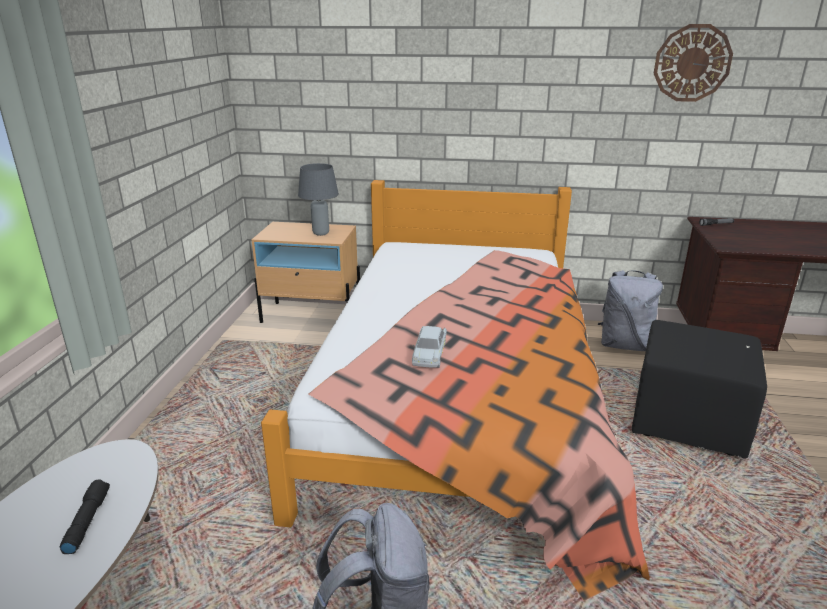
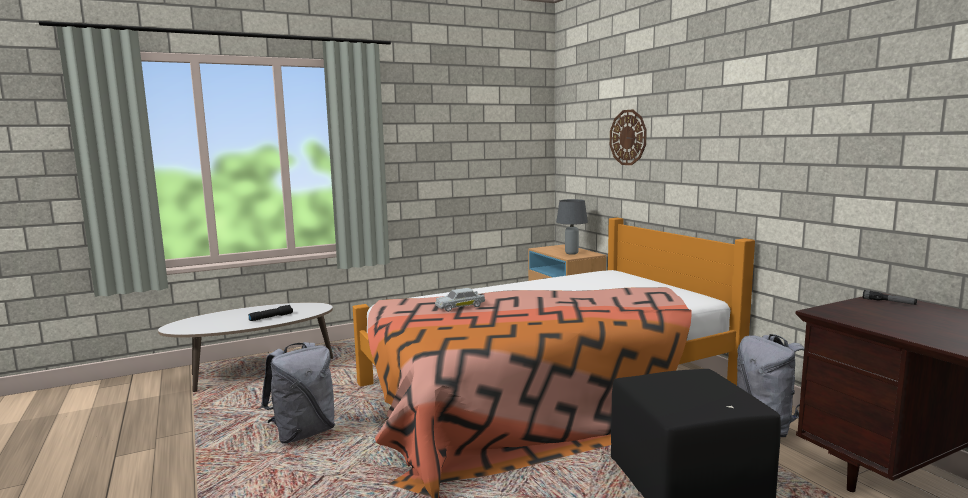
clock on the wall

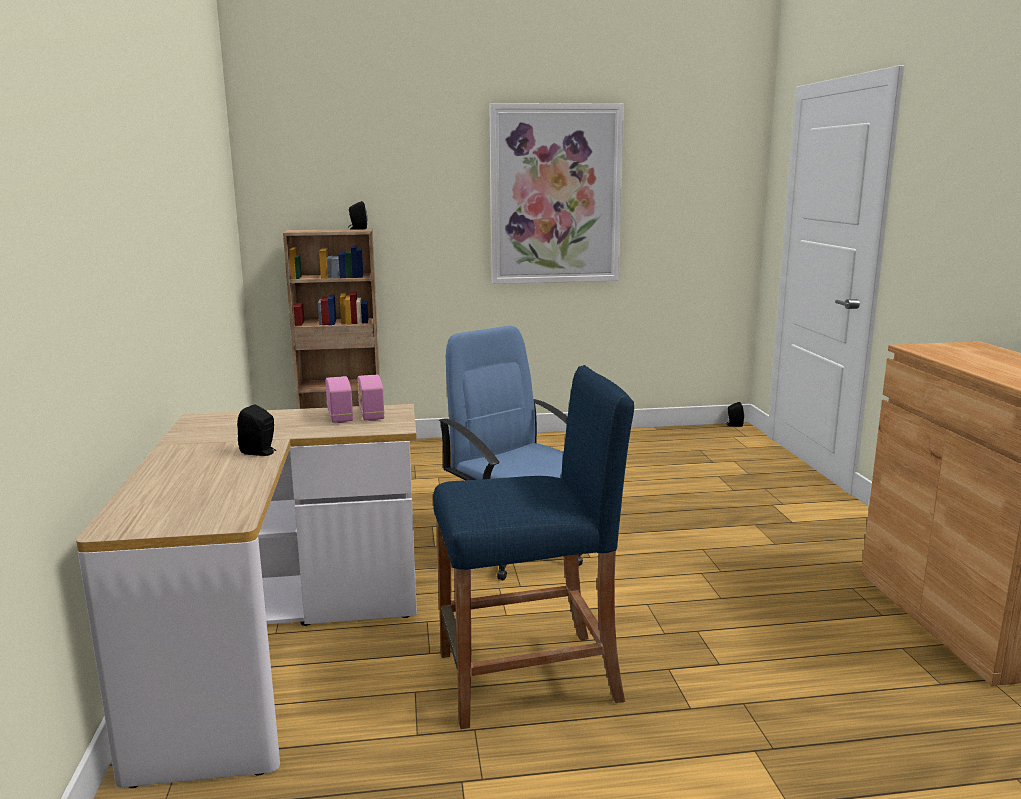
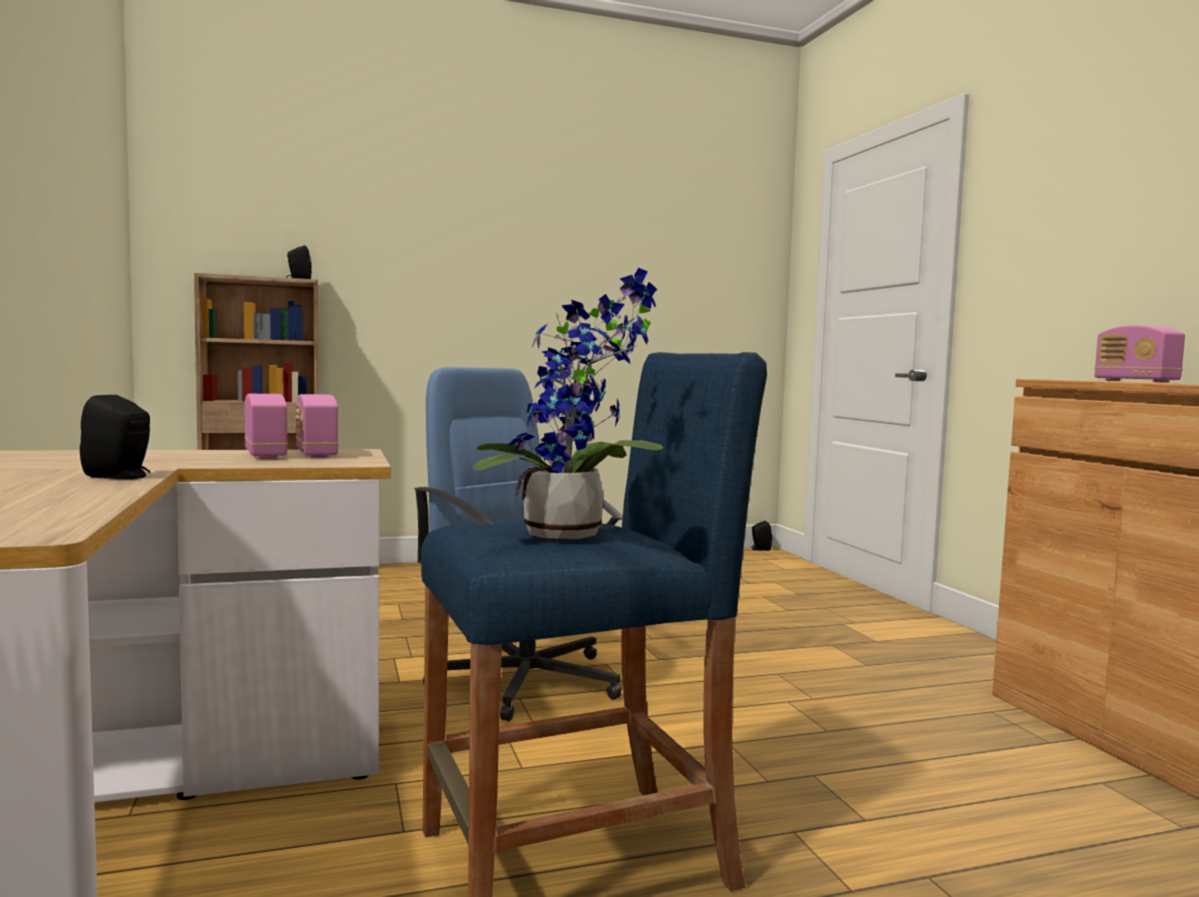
wall picture; houseplant; radio (3rd from left)

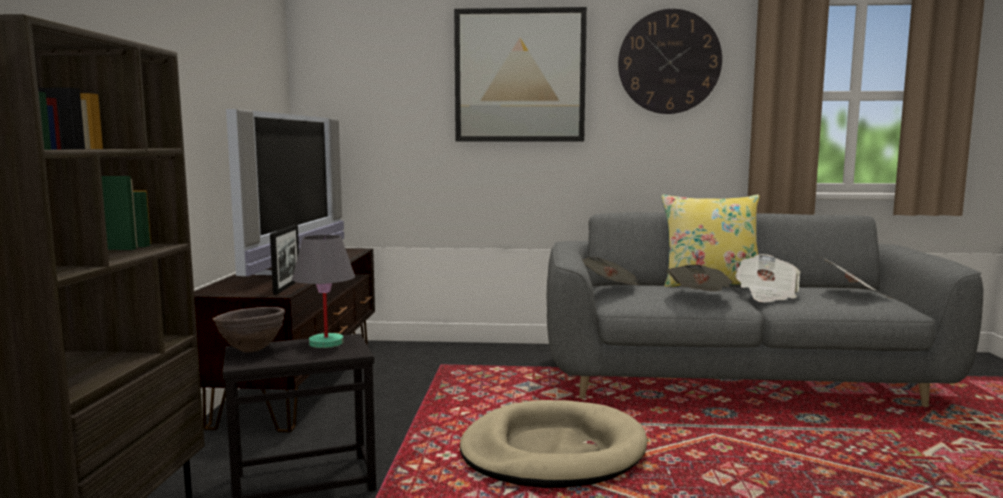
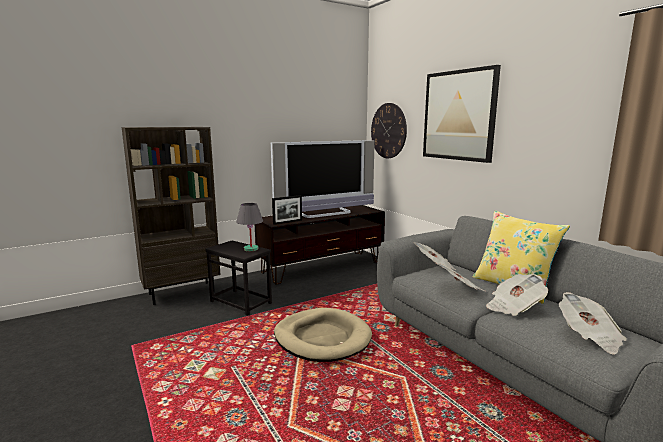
clock on the wall; bowl (brownish)

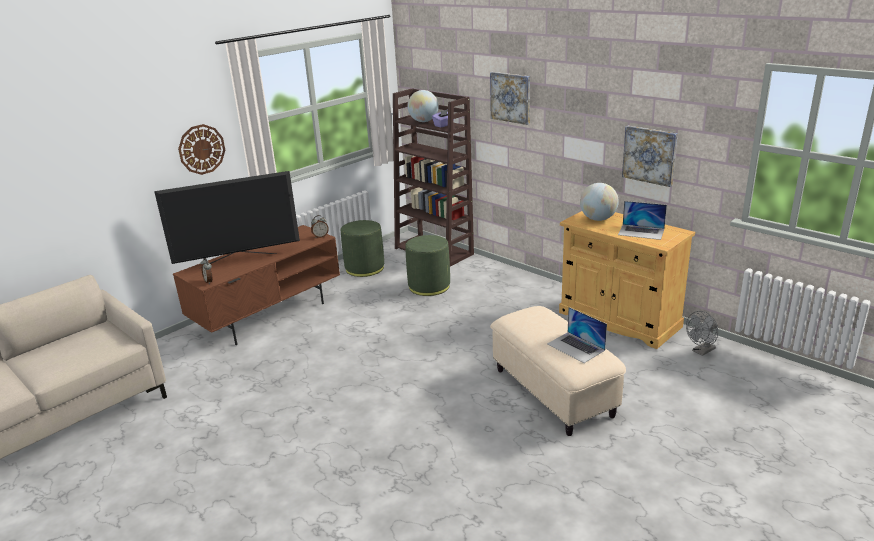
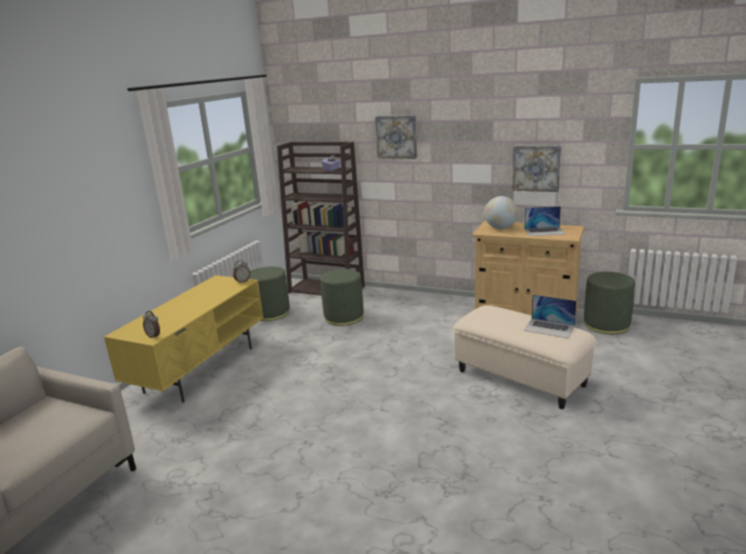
world globe (1st from left in the first image); clock on the wall; TV set; tv stand (yellowish); footrest (green) (3rd from left)

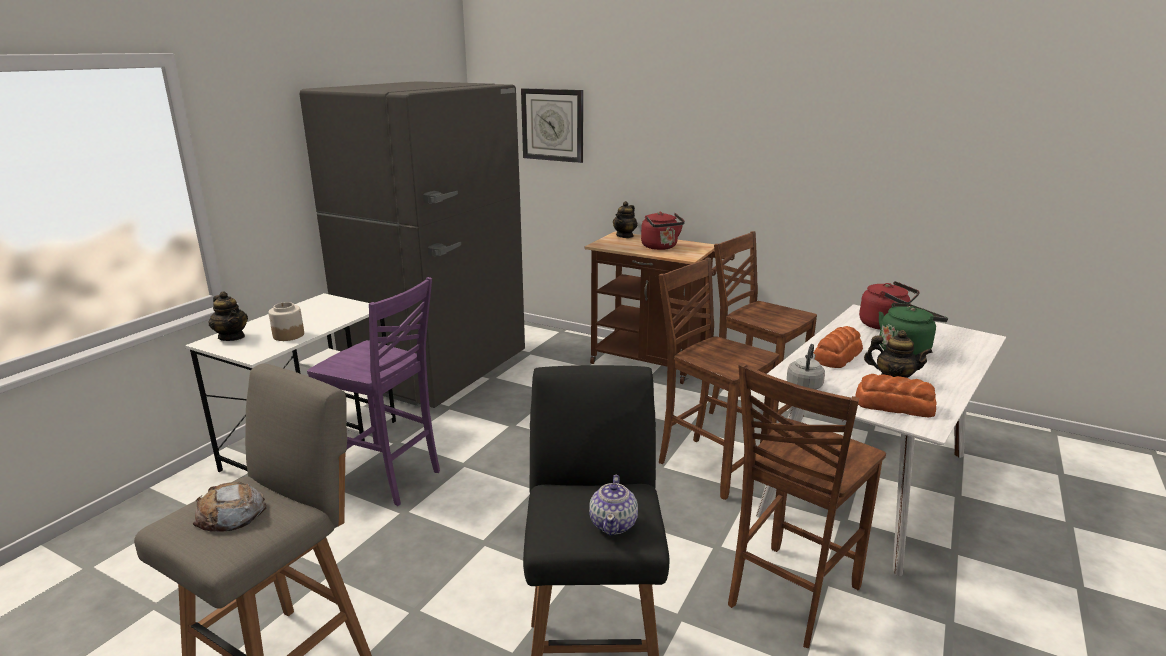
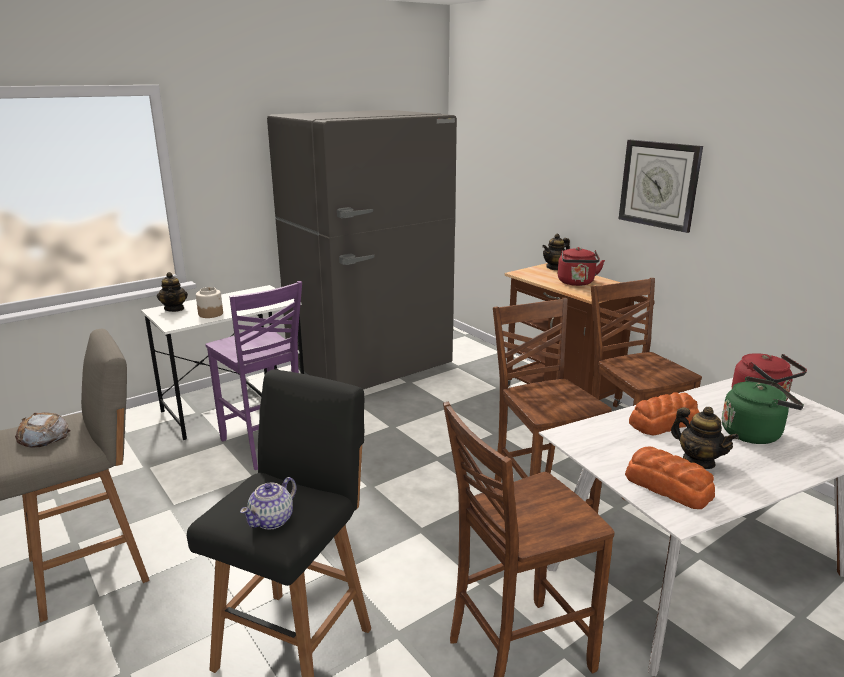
clock on the wall; kettle (grey)

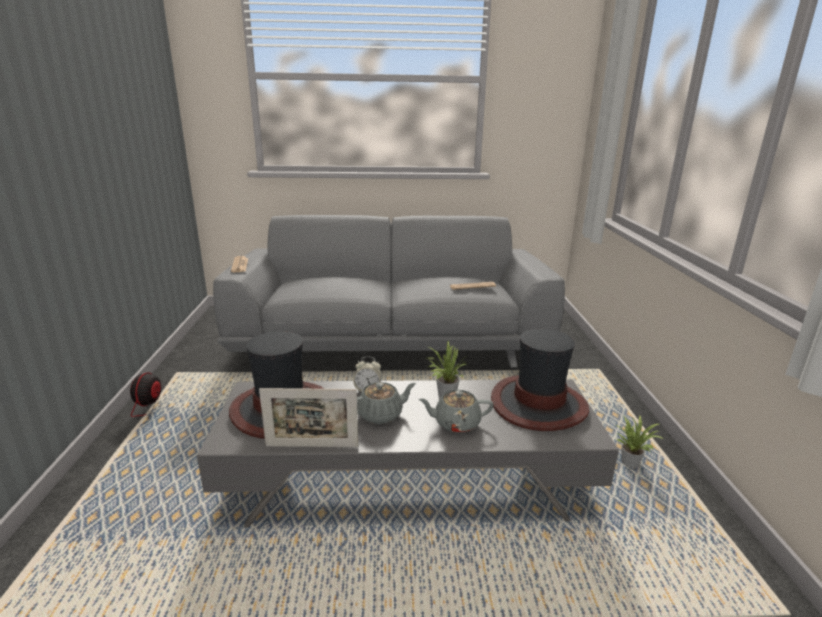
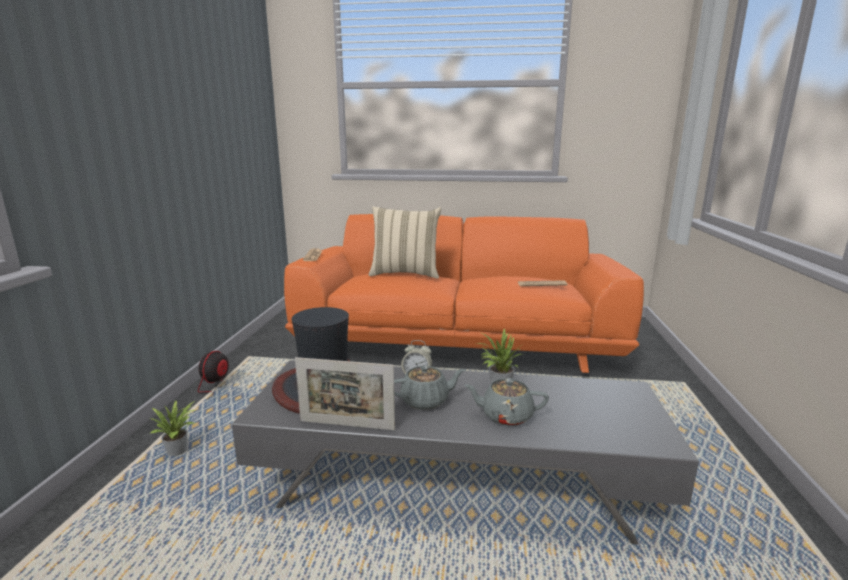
sofa (orangey); wearable hat (2nd from left in the first image); houseplant (1st from left); cushion (sand-coloured)

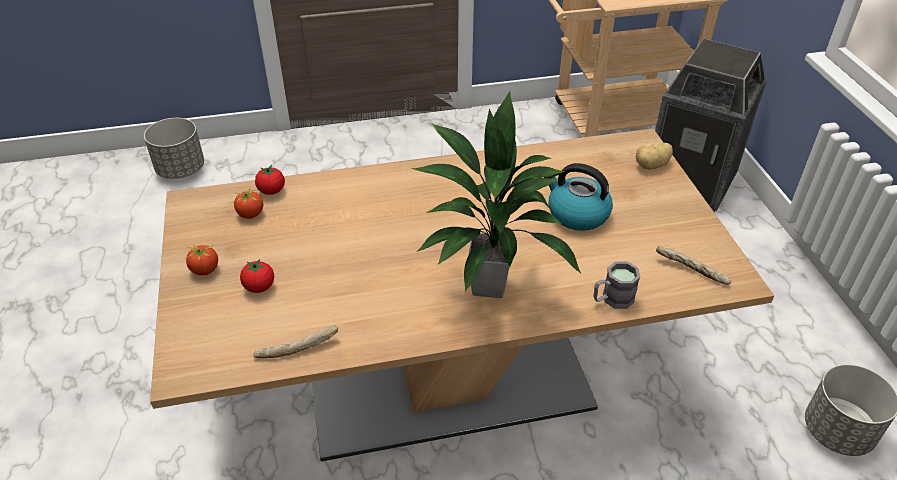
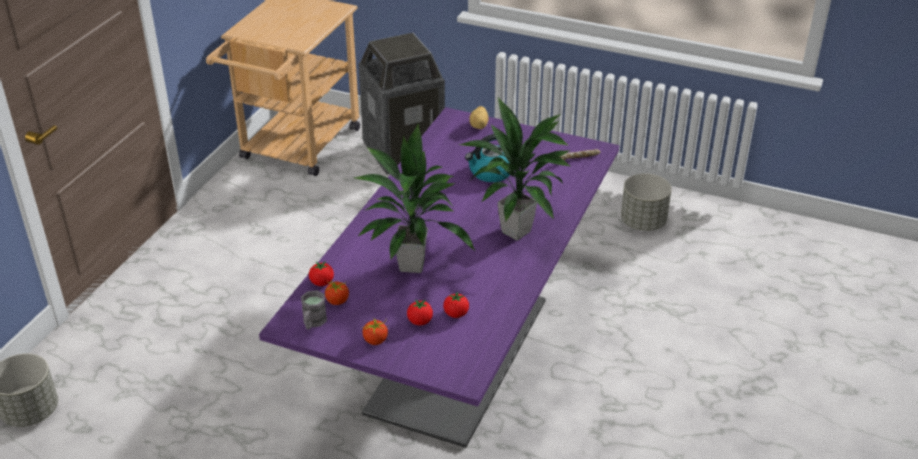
dining table (purplish); tea mug (grey); bread (1st from left in the first image); houseplant (1st from left); tomato (5th from left)

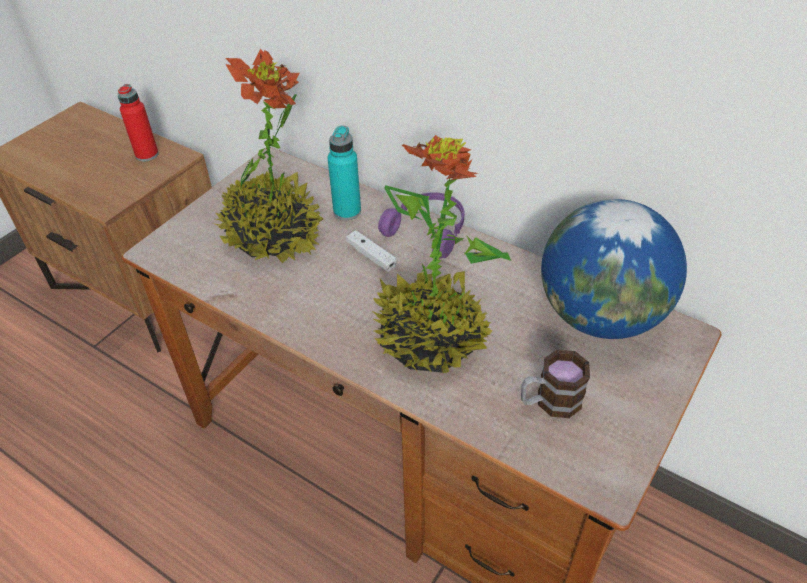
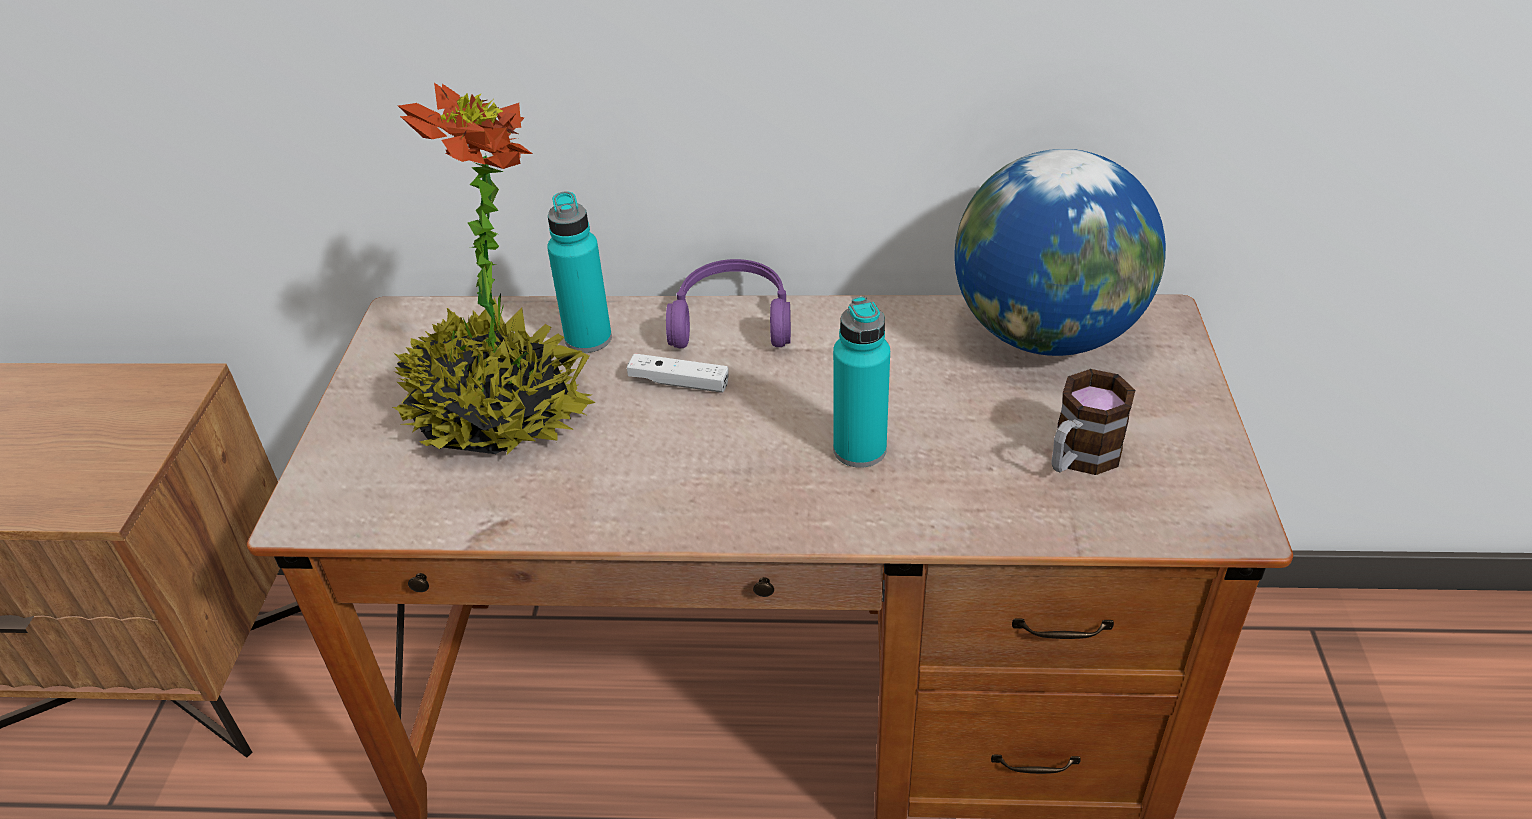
beverage bottle (reddish); beverage bottle (turquoise) (2nd from left)

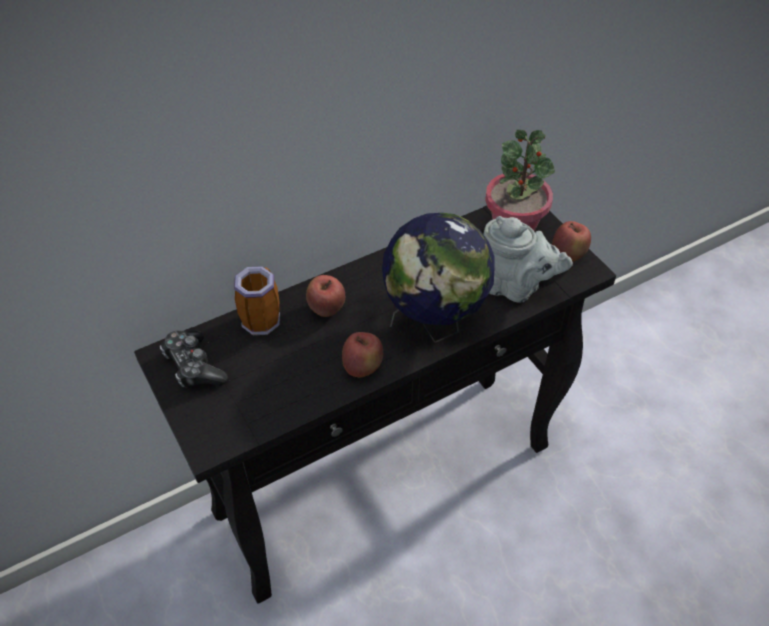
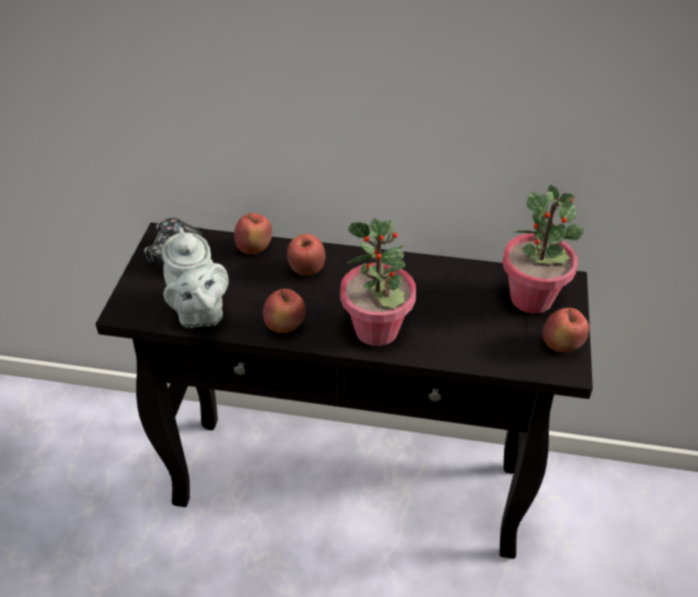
houseplant (1st from left); teapot (grey); whole apple (1st from left)

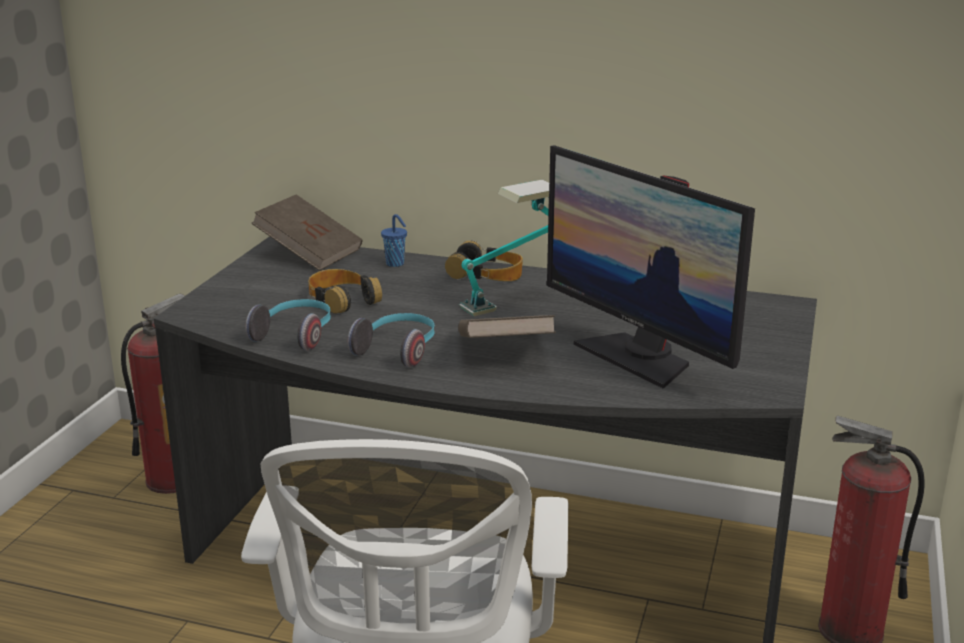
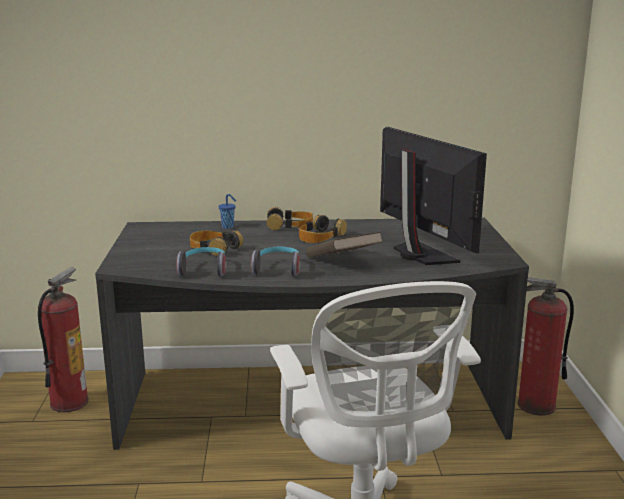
computer screen; headset (5th from left); book (brownish) (1st from left in the first image)

